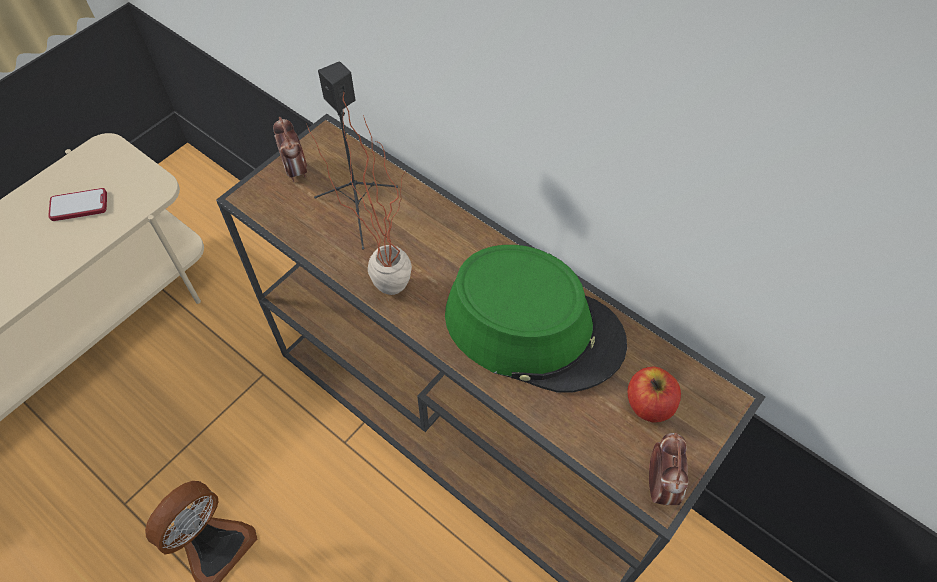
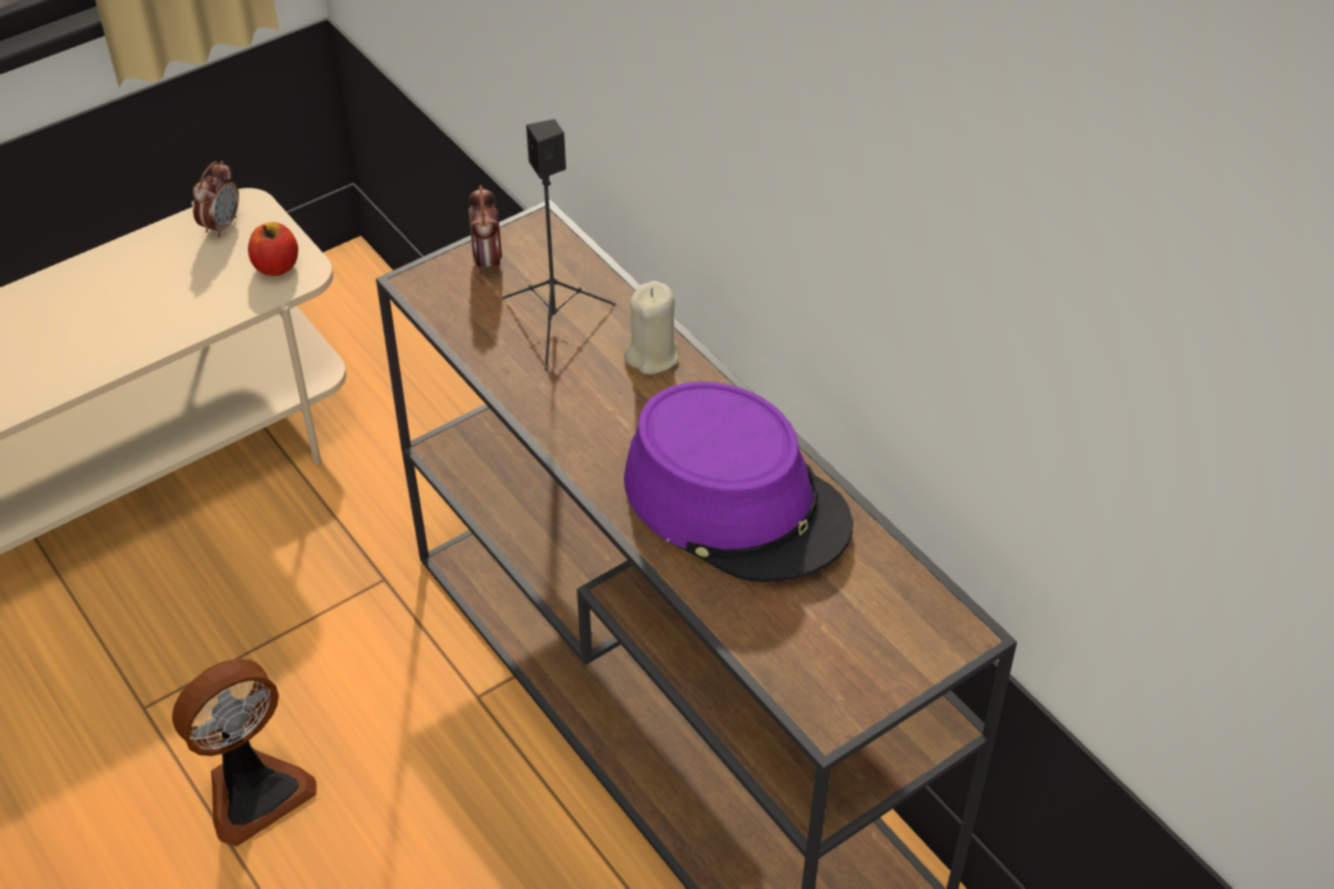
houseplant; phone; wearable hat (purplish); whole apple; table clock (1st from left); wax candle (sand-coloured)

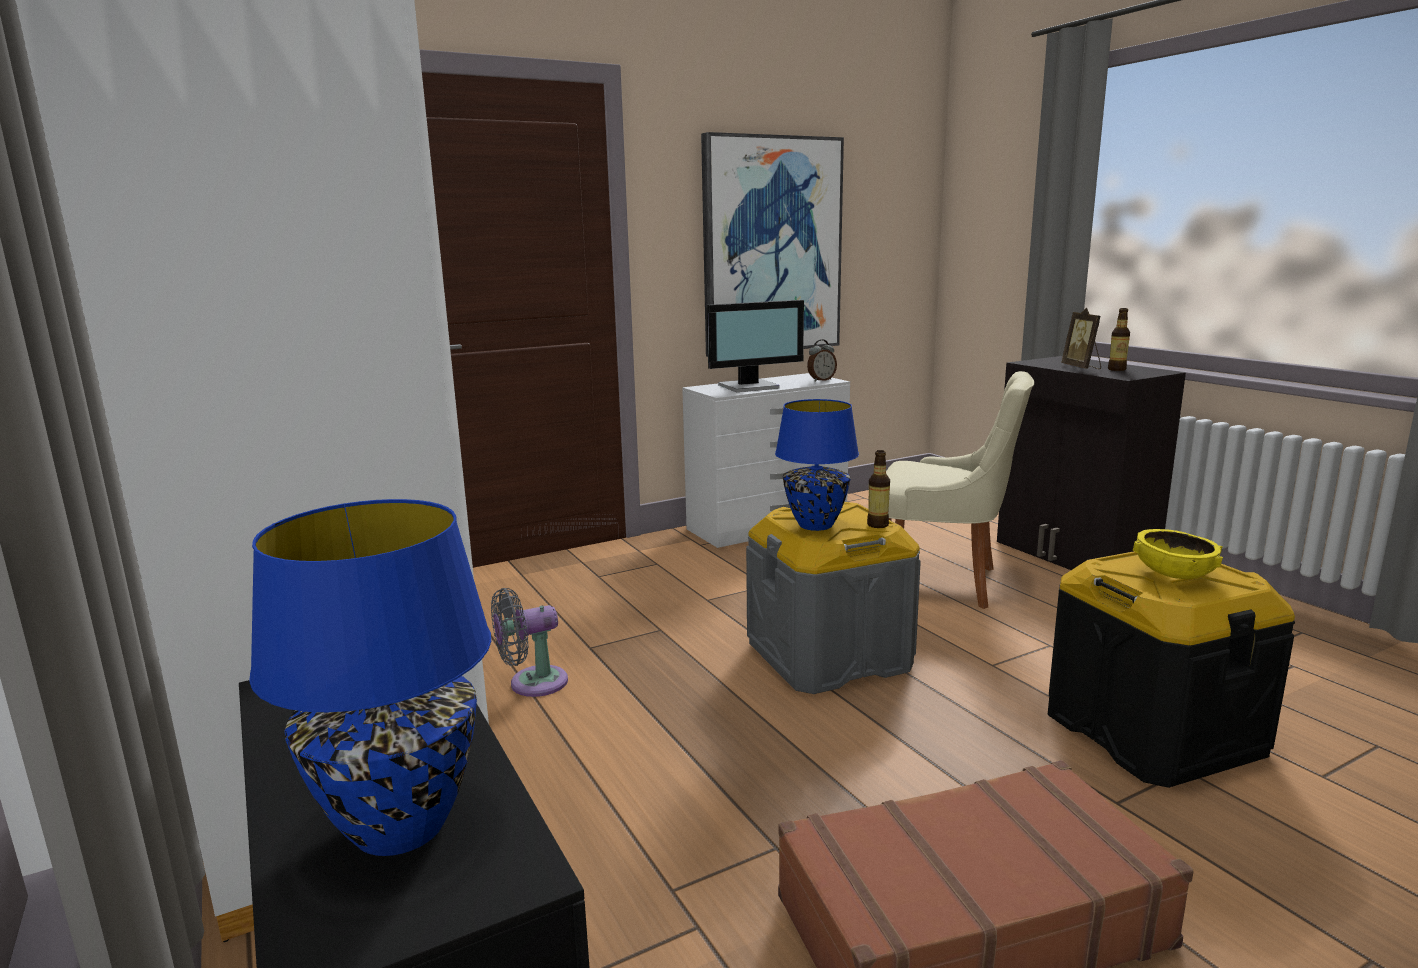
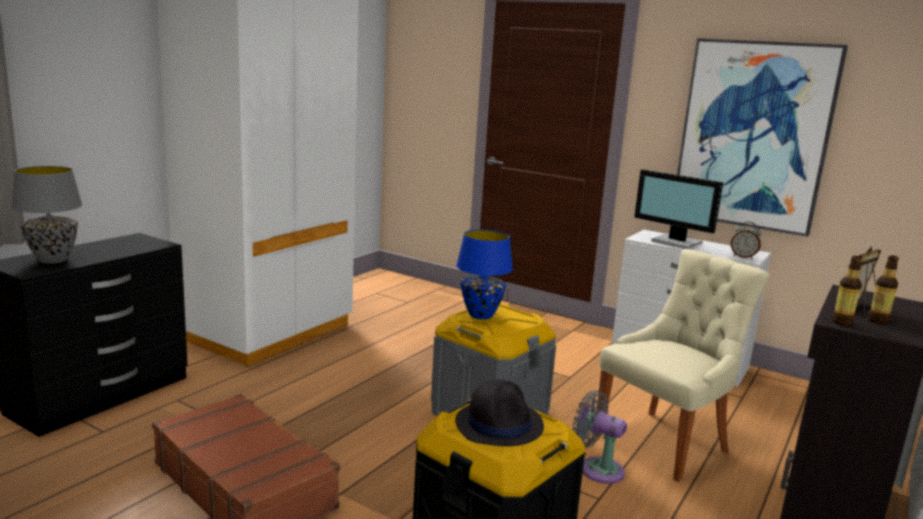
upright chair (sand-coloured); beverage bottle (1st from left); table lamp (grey); wearable hat (black); electric fan (grey)

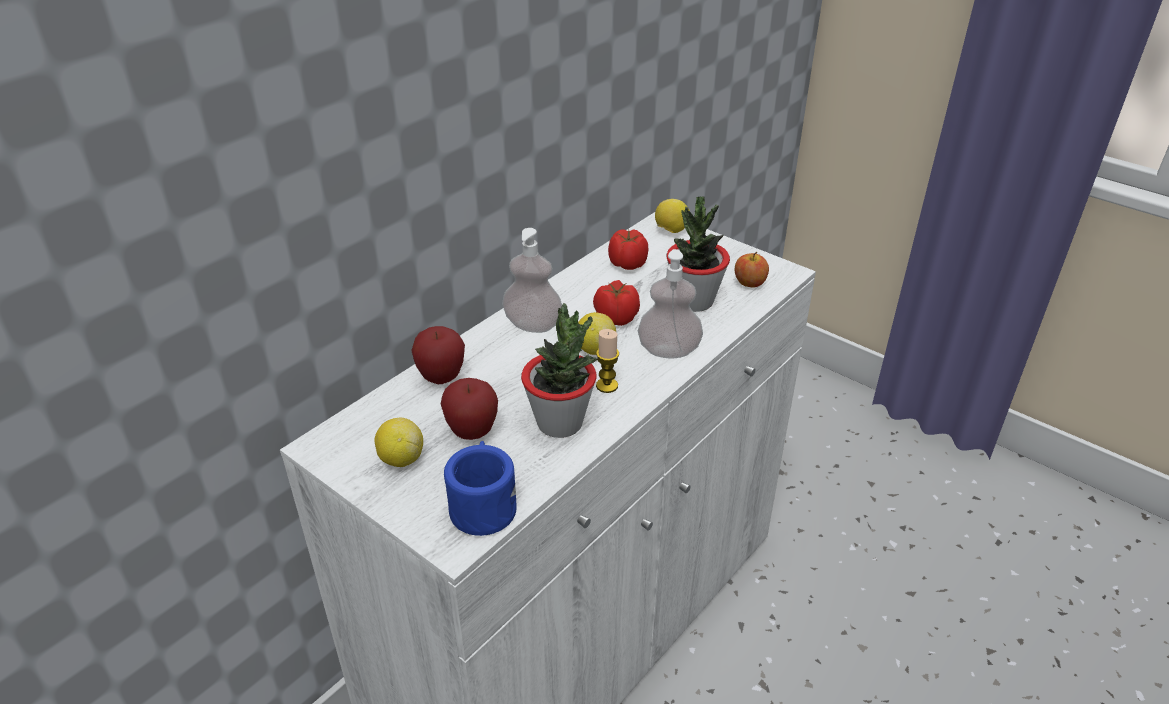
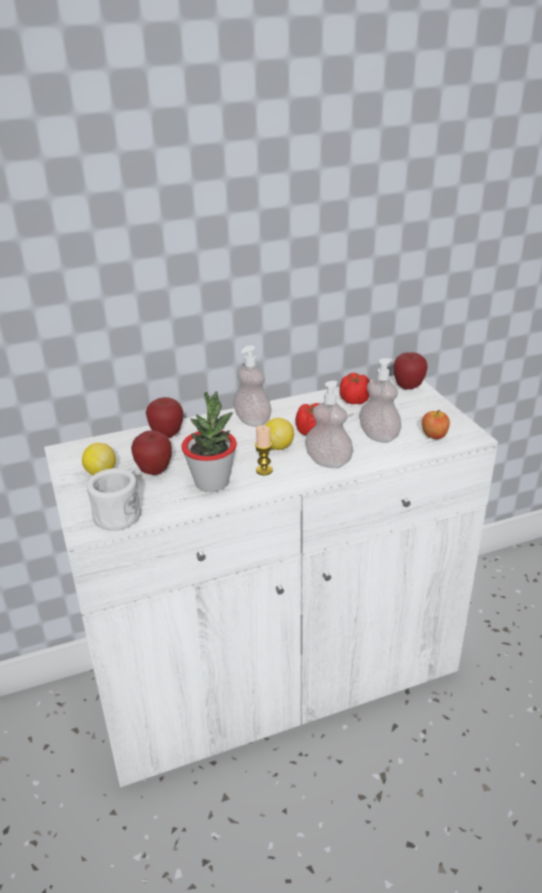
soap bottle (3rd from left); whole apple (3rd from left); tea mug (white-coloured)

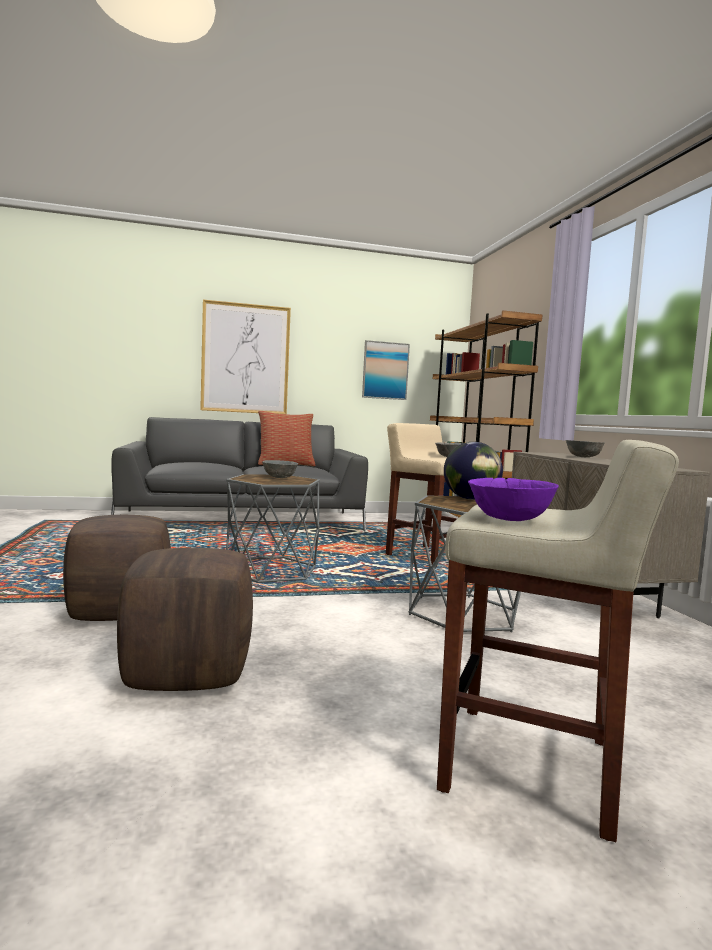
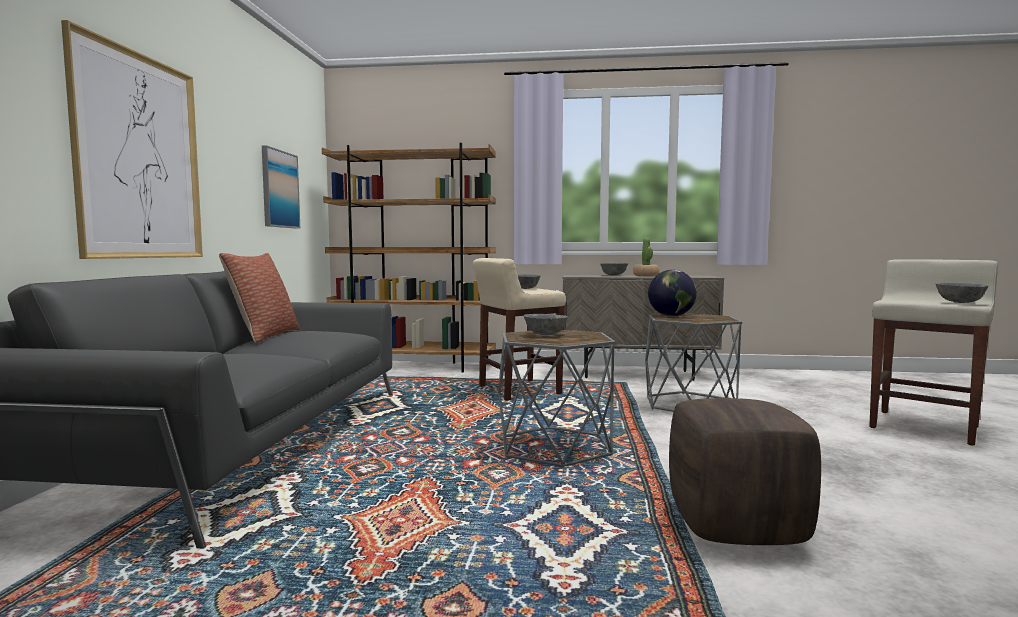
bowl (grey) (4th from left); footrest (brownish) (2nd from left in the first image); houseplant

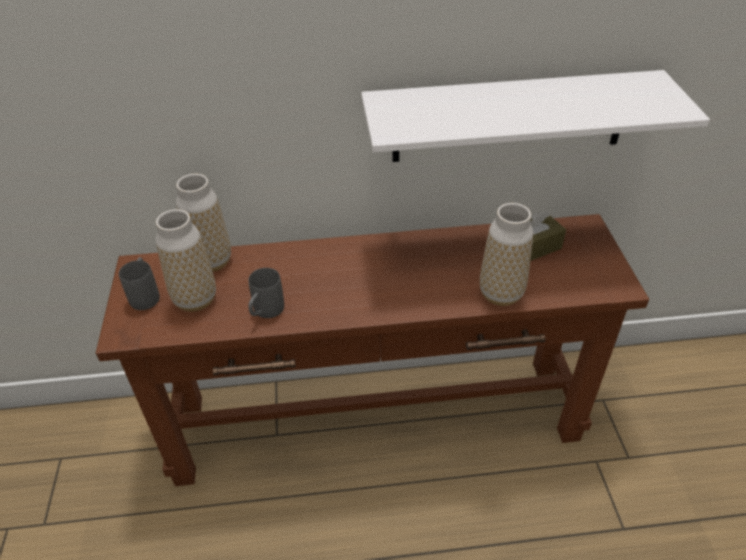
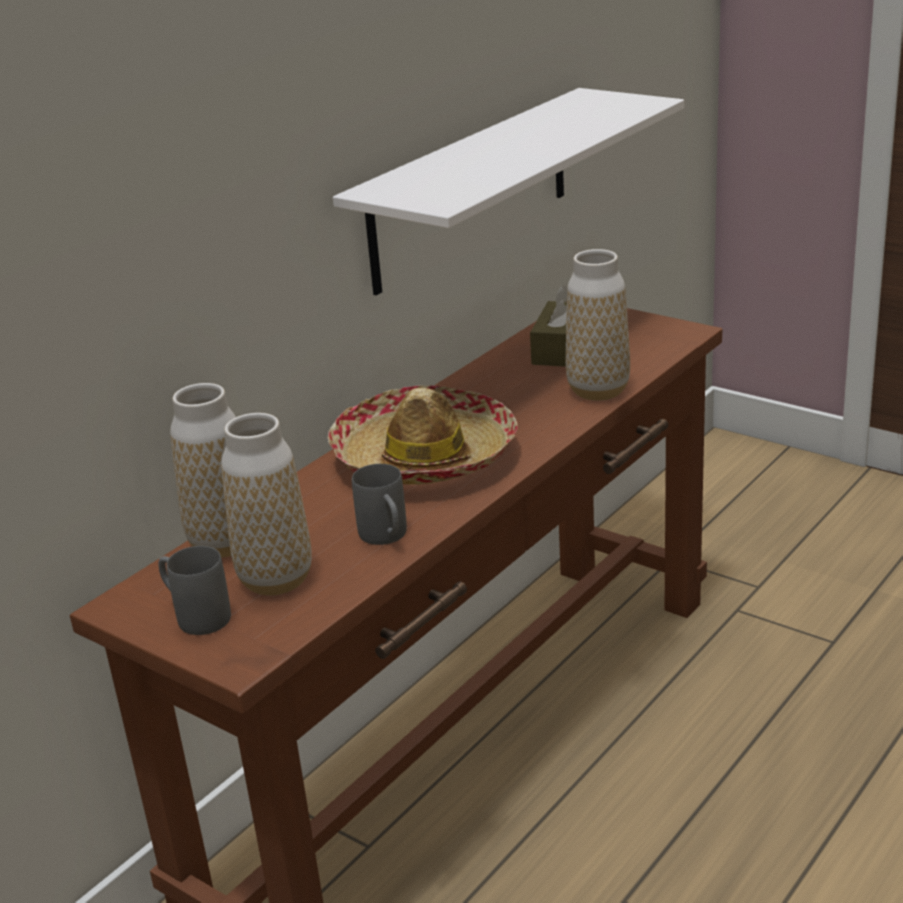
wearable hat

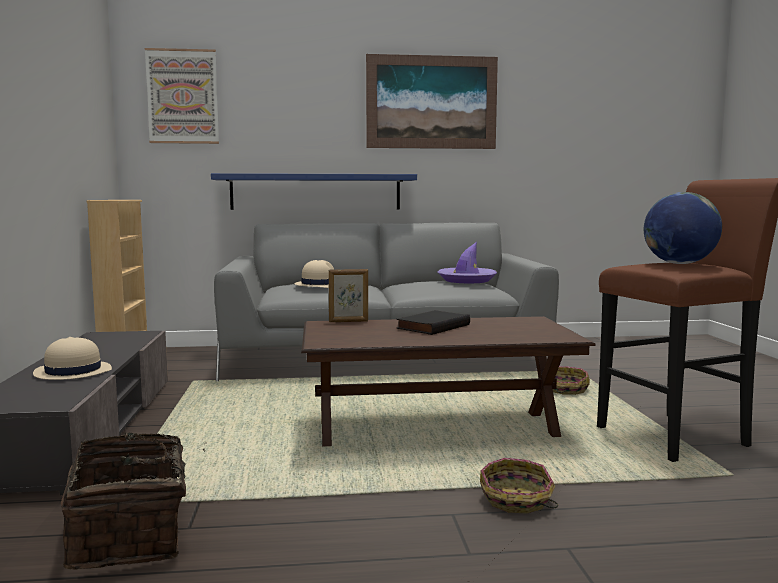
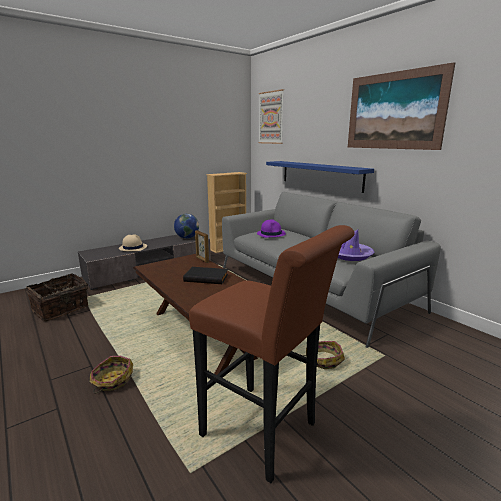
world globe; wearable hat (purplish) (1st from left)

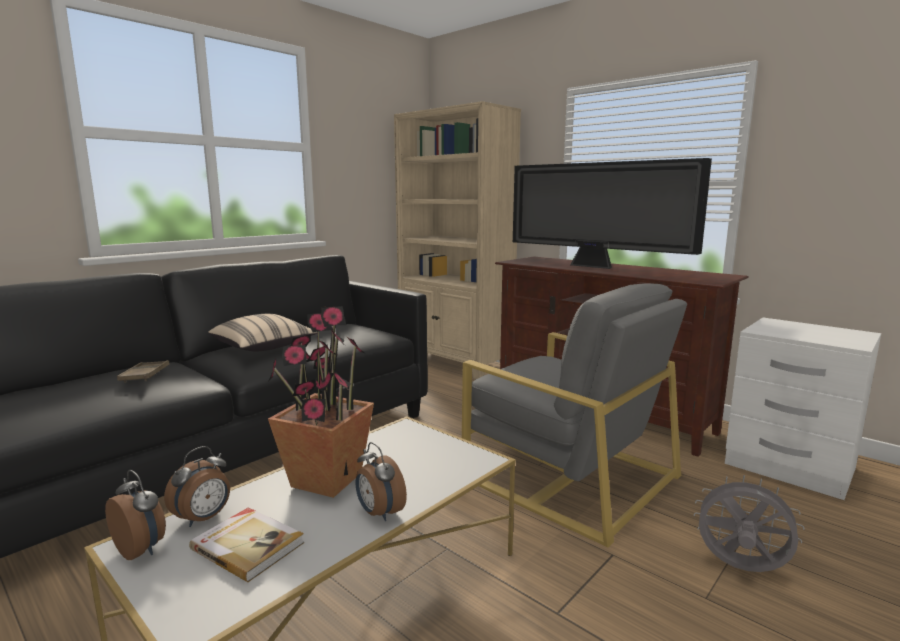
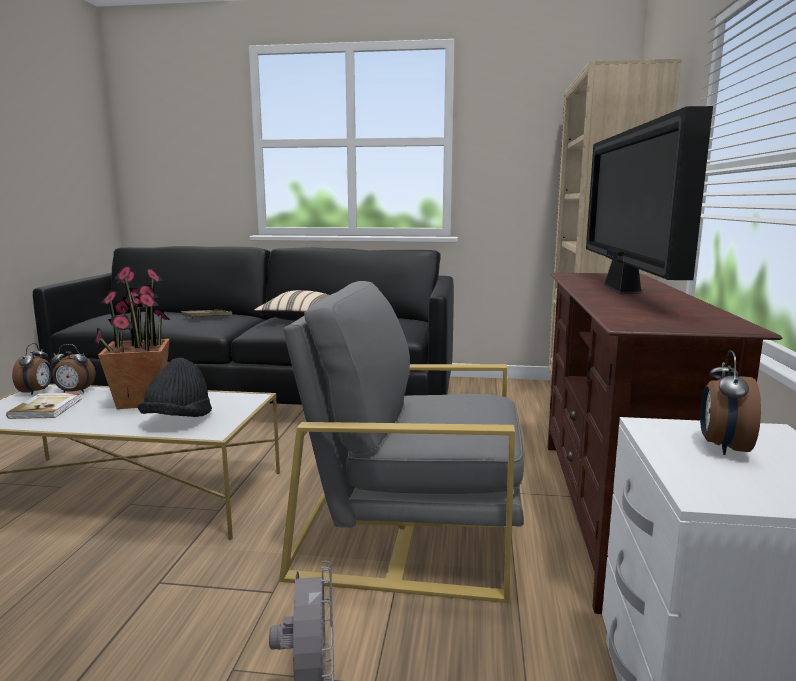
armchair (grey); table clock (3rd from left); wearable hat (black)

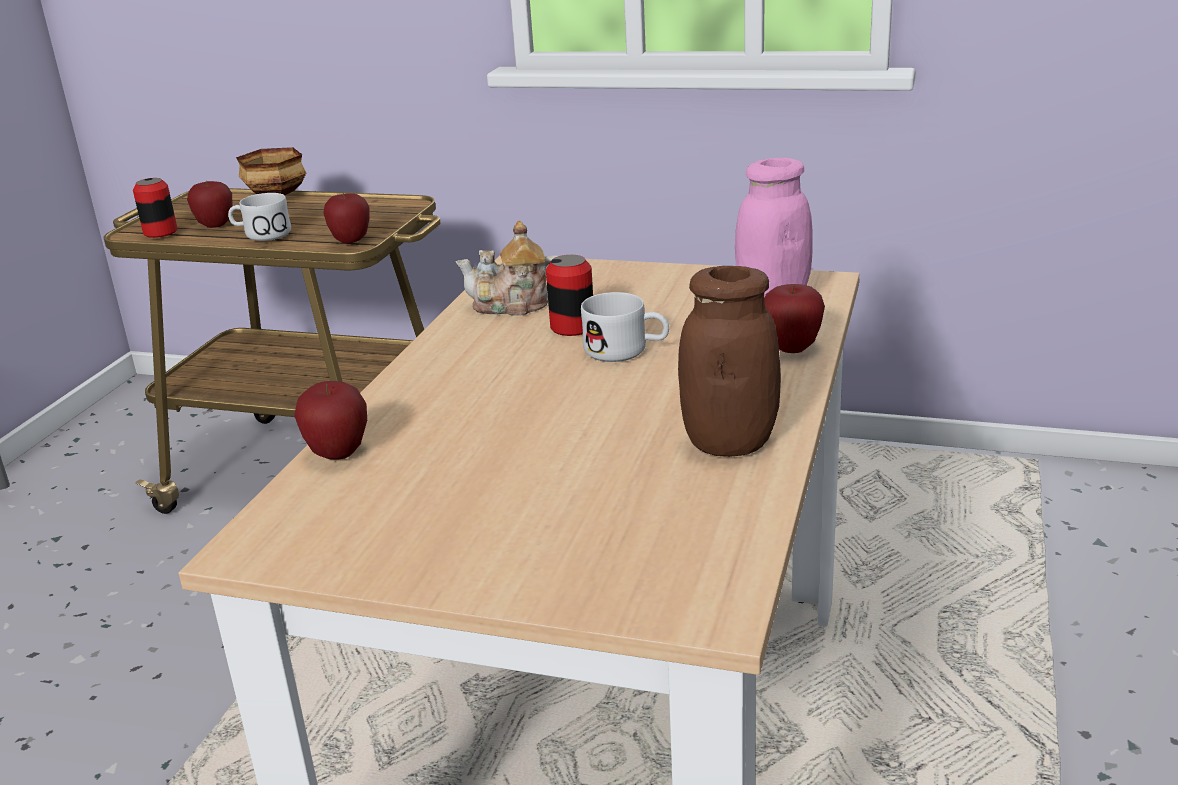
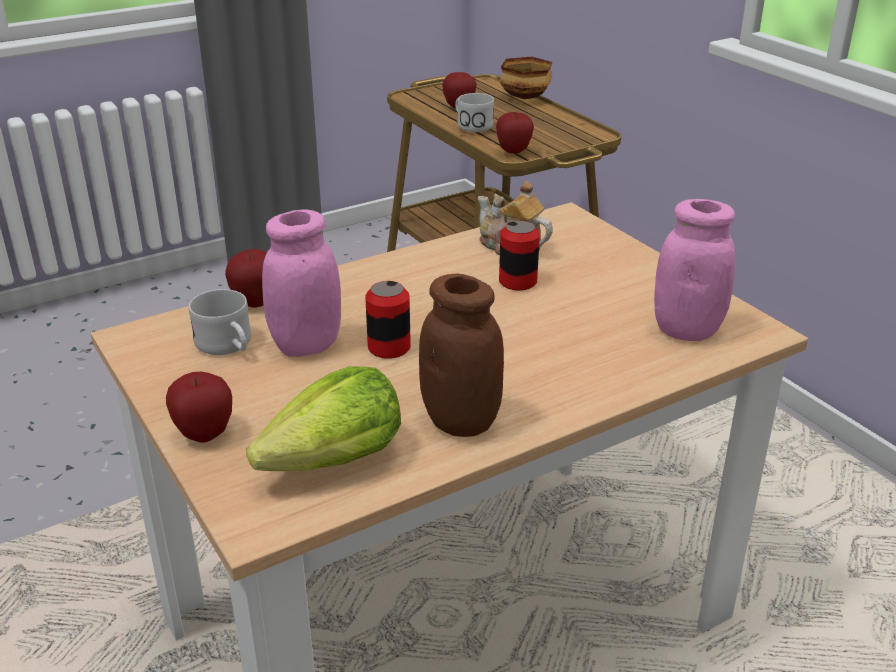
metal can (1st from left); whole apple (1st from left); tea mug (white-coloured) (1st from left); jar (pinkish) (1st from left); head of lettuce

